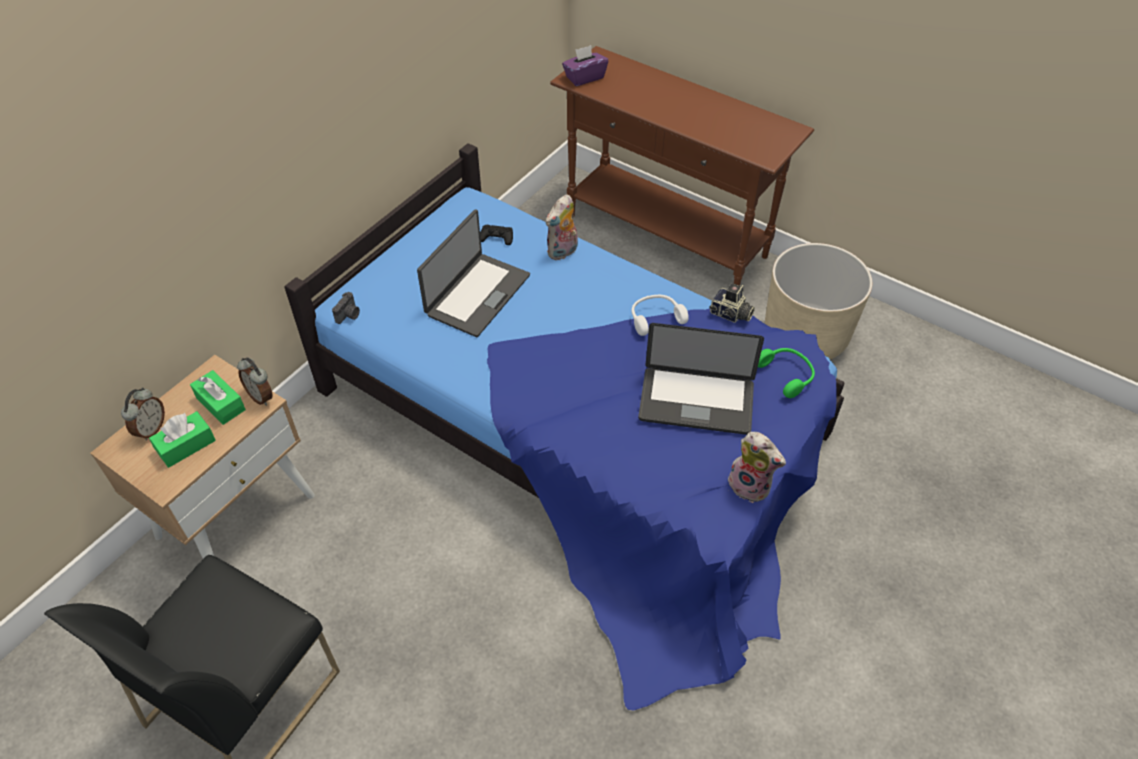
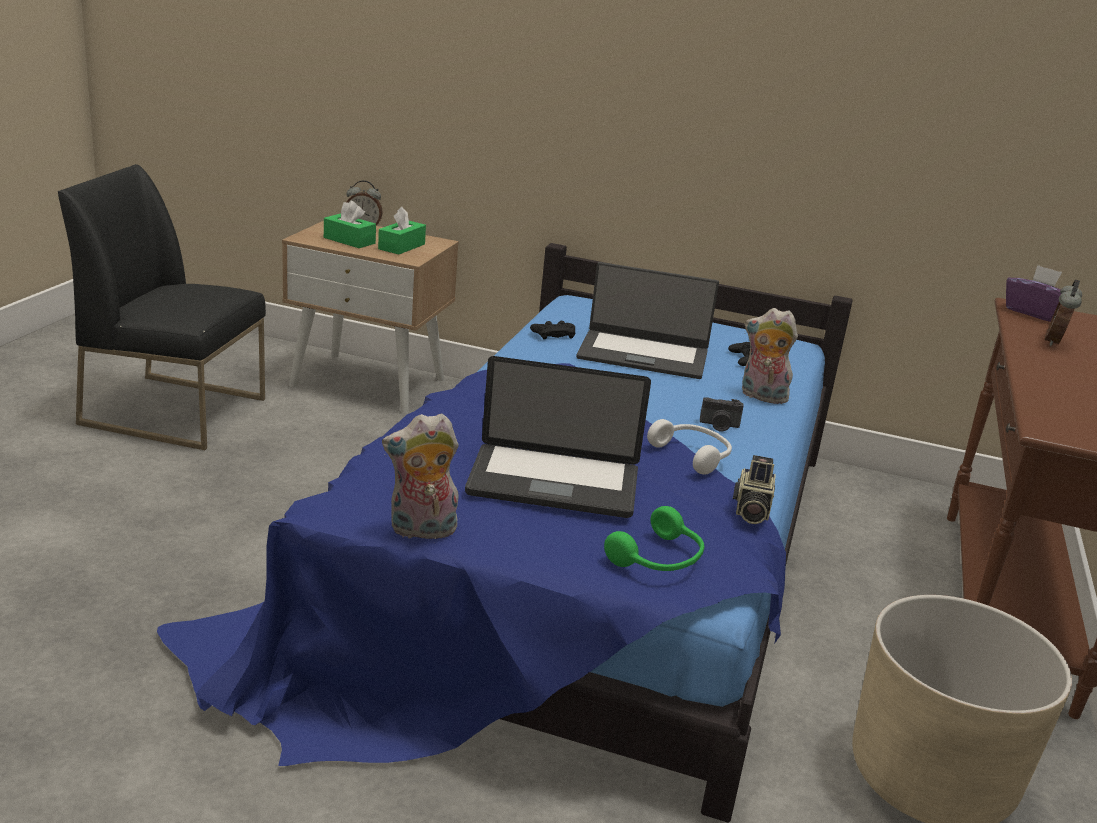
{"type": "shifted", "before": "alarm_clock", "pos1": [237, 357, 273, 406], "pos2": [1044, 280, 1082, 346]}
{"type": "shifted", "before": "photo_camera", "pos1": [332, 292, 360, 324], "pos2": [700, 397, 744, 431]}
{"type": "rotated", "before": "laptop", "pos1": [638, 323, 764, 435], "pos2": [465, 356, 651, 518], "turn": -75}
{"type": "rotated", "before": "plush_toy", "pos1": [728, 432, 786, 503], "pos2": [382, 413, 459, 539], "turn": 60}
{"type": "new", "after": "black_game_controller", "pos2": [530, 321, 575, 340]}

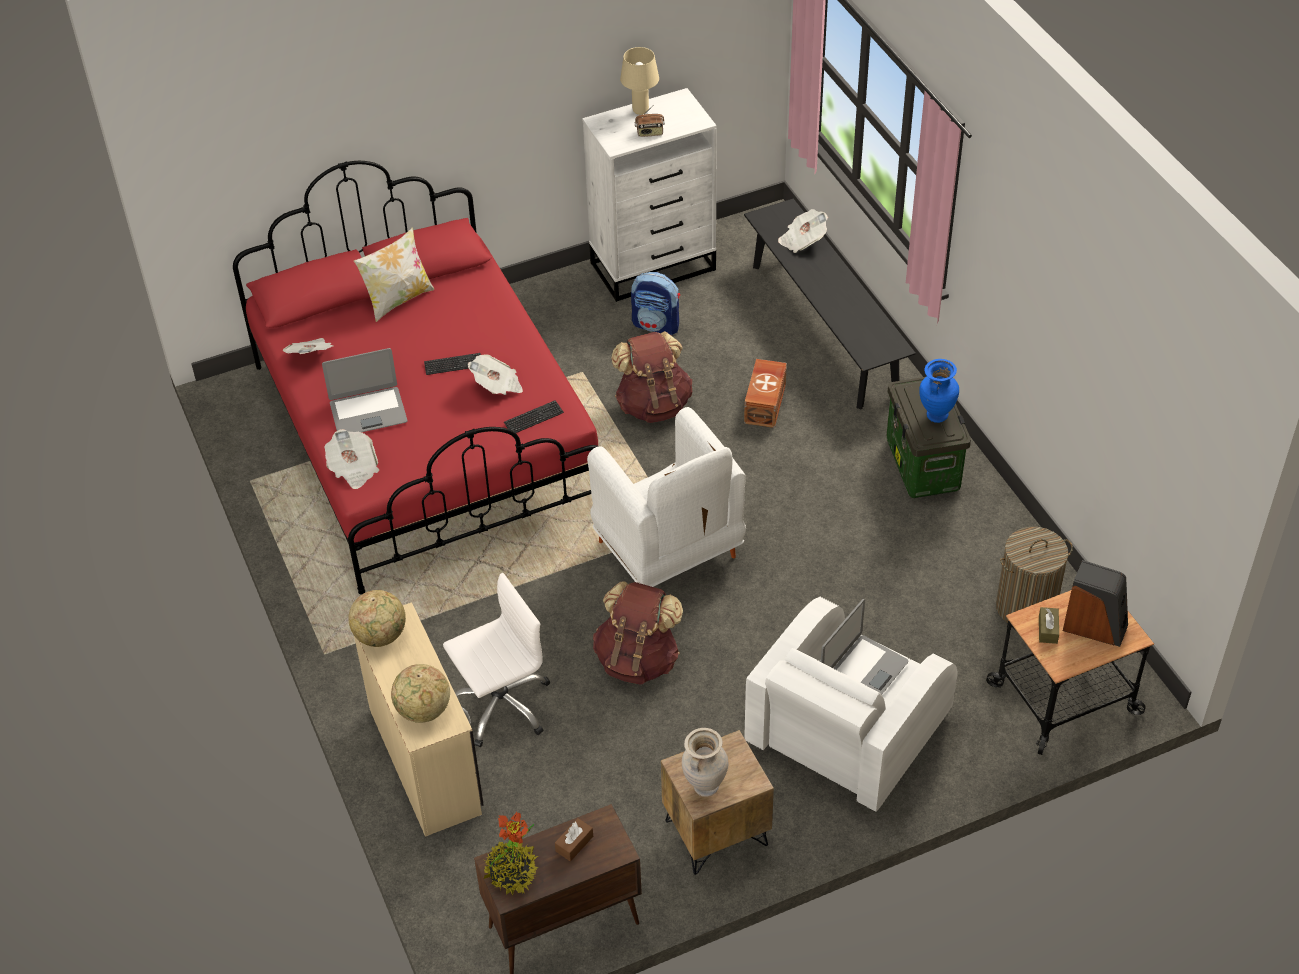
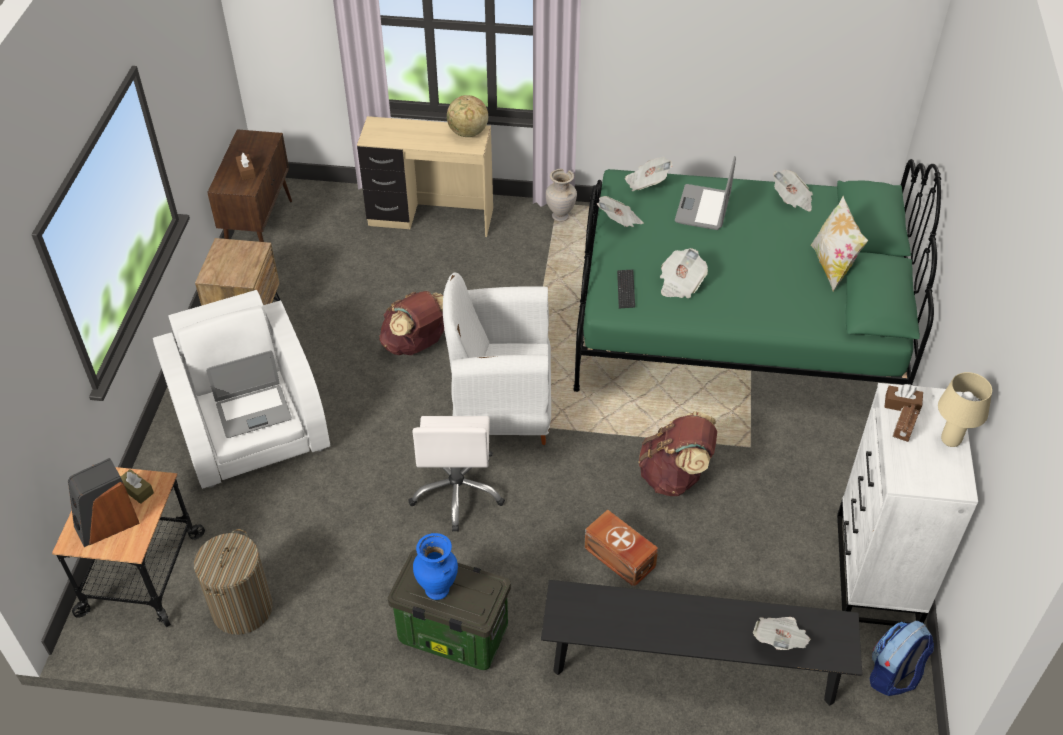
{"type": "repainted", "before": "red_bed", "after": "green_bed", "pos1": [233, 161, 599, 594], "pos2": [573, 159, 941, 392]}
{"type": "gone", "before": "globe", "pos1": [391, 664, 450, 723]}
{"type": "gone", "before": "keyboard", "pos1": [424, 353, 481, 375]}
{"type": "shifted", "before": "white_office_chair", "pos1": [443, 573, 550, 747], "pos2": [408, 416, 505, 532]}
{"type": "gone", "before": "potted_plant", "pos1": [484, 812, 538, 895]}
{"type": "shifted", "before": "backpack", "pos1": [631, 272, 680, 335], "pos2": [870, 621, 934, 696]}
{"type": "shifted", "before": "beige_vase", "pos1": [682, 728, 728, 797], "pos2": [546, 169, 577, 222]}
{"type": "rotated", "before": "laptop", "pos1": [821, 599, 908, 695], "pos2": [206, 351, 292, 438], "turn": -90}
{"type": "new", "after": "newspaper", "pos2": [597, 196, 644, 227]}
{"type": "new", "after": "brown_tissue_box", "pos2": [884, 384, 923, 413]}

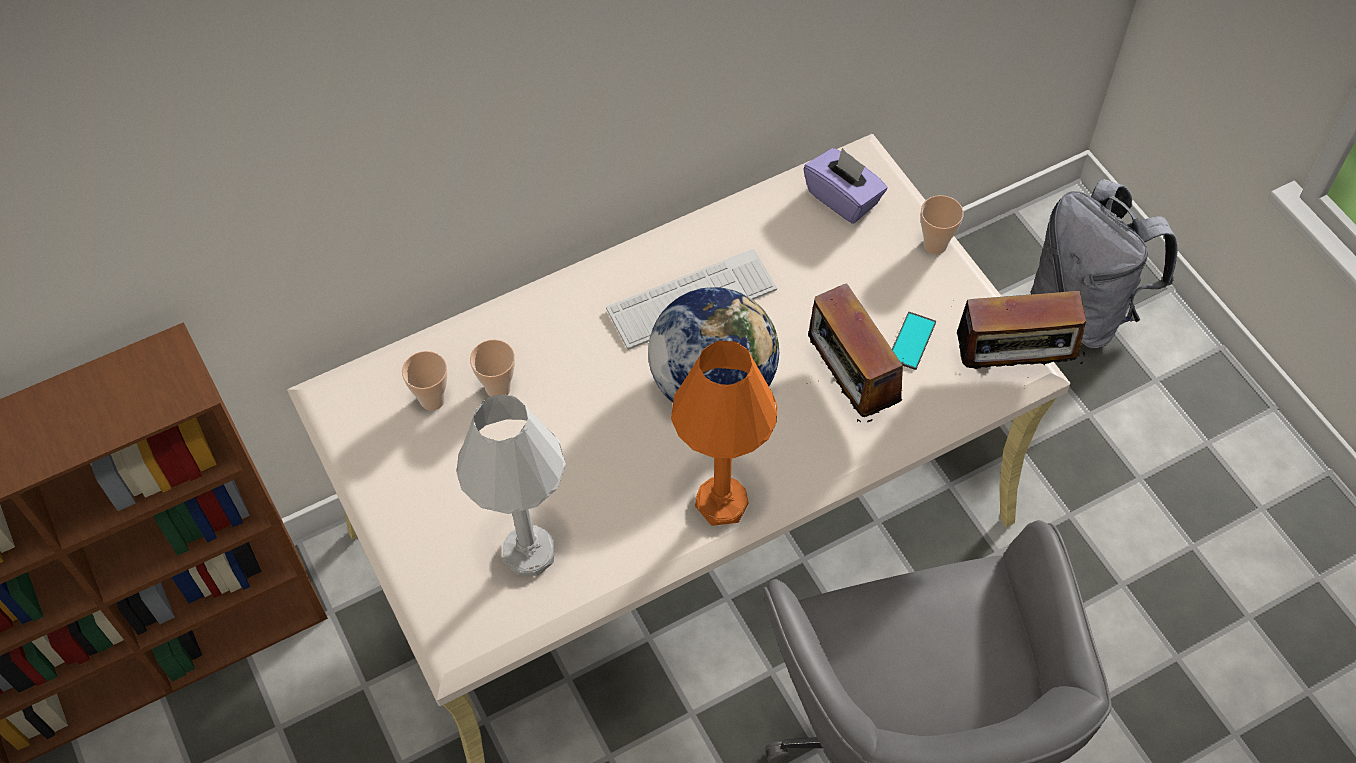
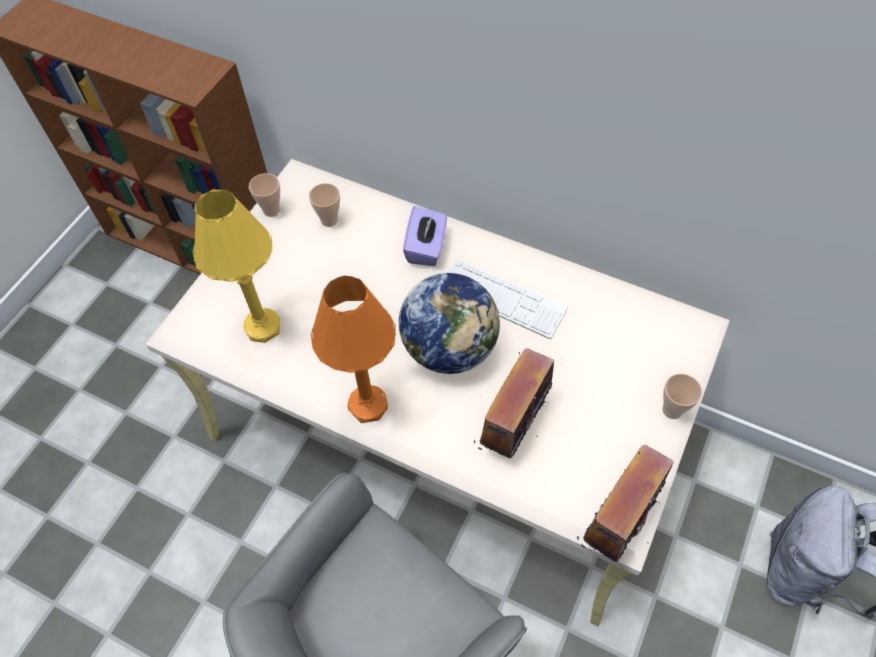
{"type": "repainted", "before": "white_table_lamp", "after": "yellow_table_lamp", "pos1": [457, 394, 566, 576], "pos2": [193, 189, 280, 343]}
{"type": "shifted", "before": "cup", "pos1": [470, 339, 515, 397], "pos2": [249, 173, 280, 217]}
{"type": "shifted", "before": "purple_tissue_box", "pos1": [803, 148, 888, 224], "pos2": [403, 206, 447, 266]}
{"type": "gone", "before": "phone", "pos1": [892, 312, 936, 370]}
{"type": "rotated", "before": "radio", "pos1": [953, 286, 1086, 389], "pos2": [576, 445, 675, 562], "turn": 75}

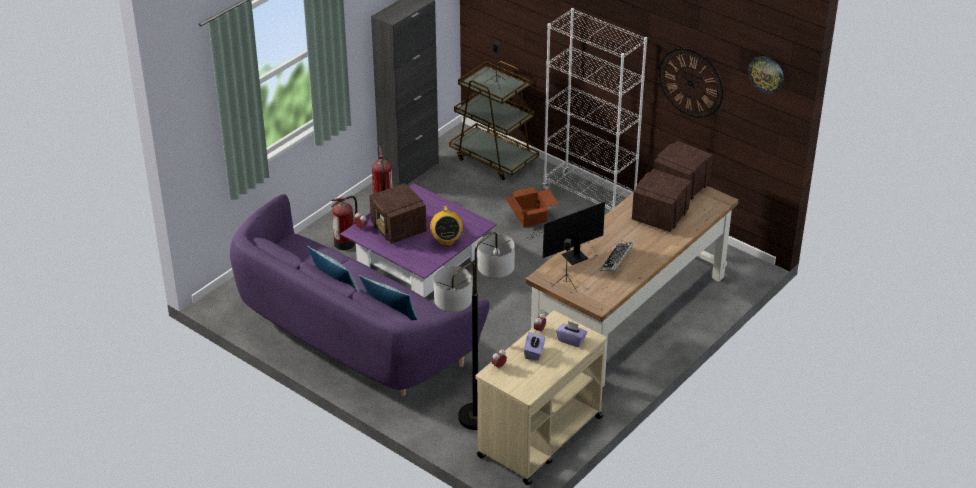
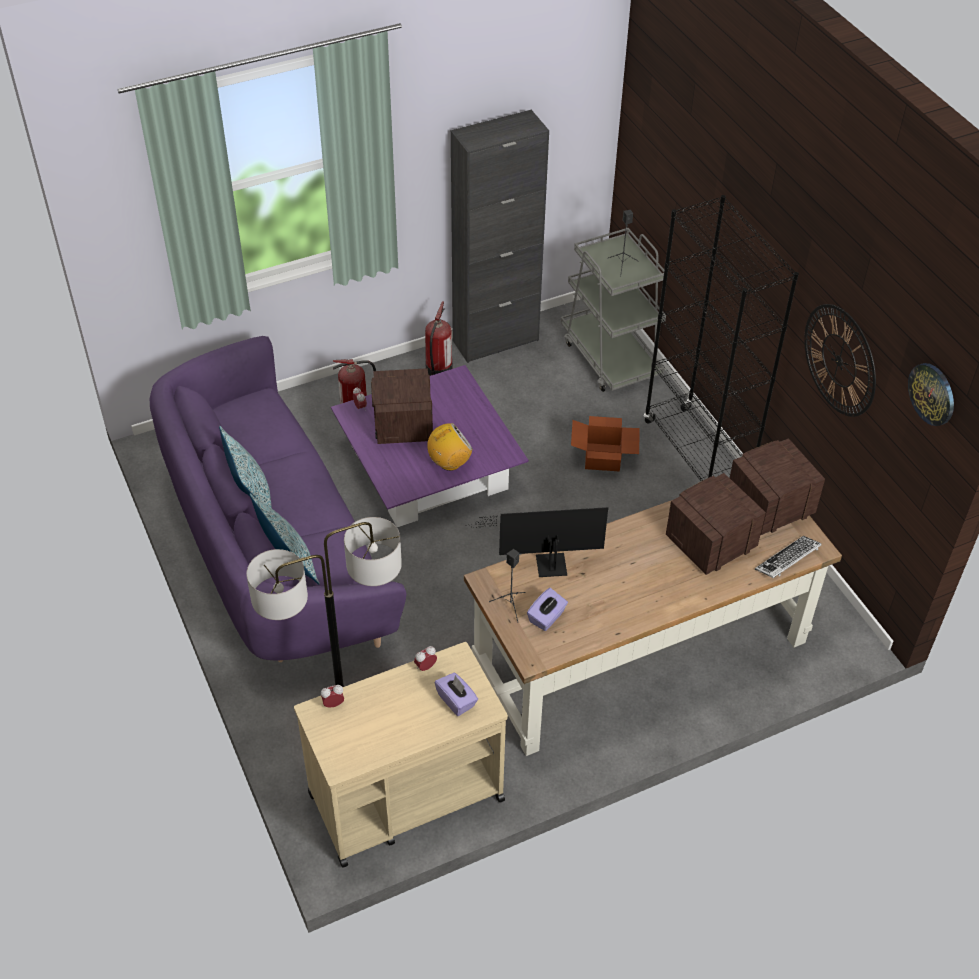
{"type": "rotated", "before": "radio", "pos1": [430, 206, 463, 246], "pos2": [427, 423, 473, 471], "turn": -135}
{"type": "repainted", "before": "brown_cart", "after": "grey_cart", "pos1": [449, 61, 539, 180], "pos2": [560, 228, 666, 392]}
{"type": "shifted", "before": "purple_tissue_box", "pos1": [524, 332, 545, 360], "pos2": [527, 588, 568, 631]}
{"type": "repainted", "before": "white_bookcase", "after": "black_bookcase", "pos1": [543, 8, 647, 210], "pos2": [644, 195, 799, 481]}
{"type": "shifted", "before": "keyboard", "pos1": [600, 242, 633, 271], "pos2": [755, 536, 822, 578]}

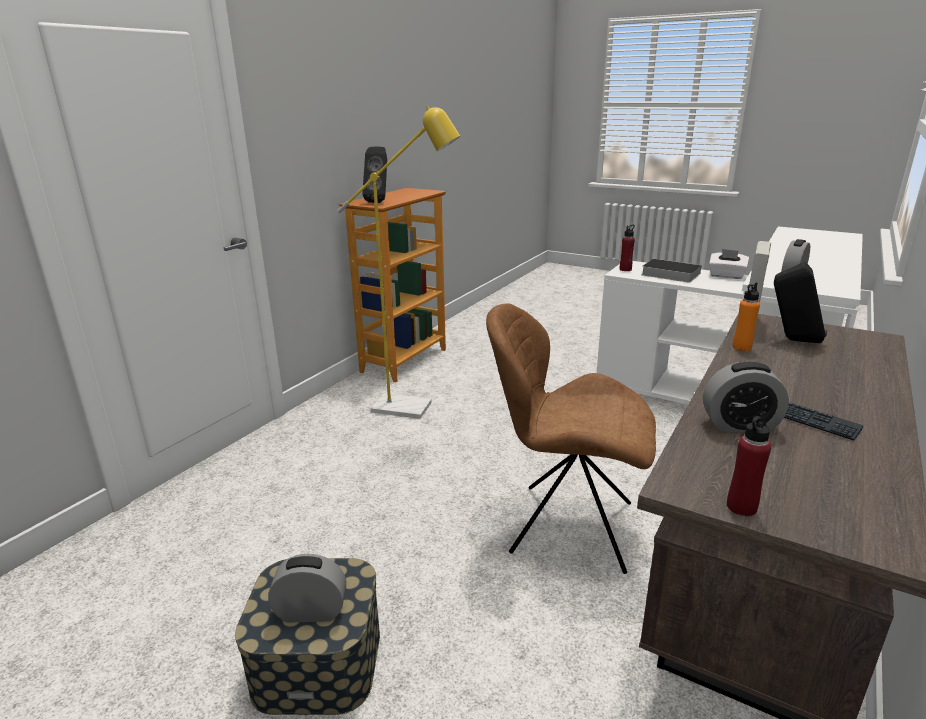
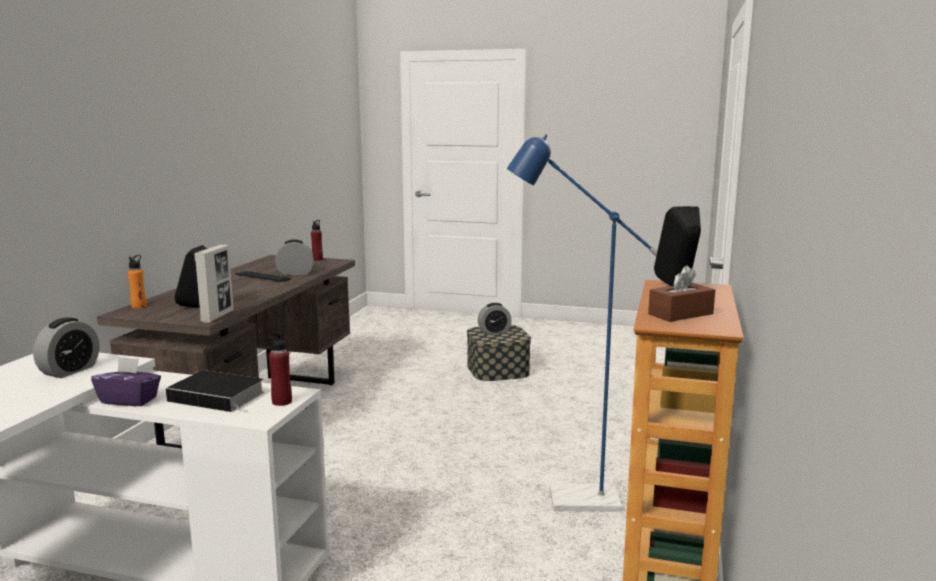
{"type": "repainted", "before": "yellow_floor_lamp", "after": "blue_floor_lamp", "pos1": [337, 105, 460, 419], "pos2": [507, 134, 657, 512]}
{"type": "gone", "before": "brown_chair", "pos1": [486, 303, 656, 574]}
{"type": "repainted", "before": "white_tissue_box", "after": "purple_tissue_box", "pos1": [709, 249, 749, 279], "pos2": [91, 357, 161, 406]}
{"type": "shifted", "before": "orange_bottle", "pos1": [733, 283, 760, 351], "pos2": [128, 255, 147, 309]}
{"type": "new", "after": "brown_tissue_box", "pos2": [648, 265, 715, 322]}

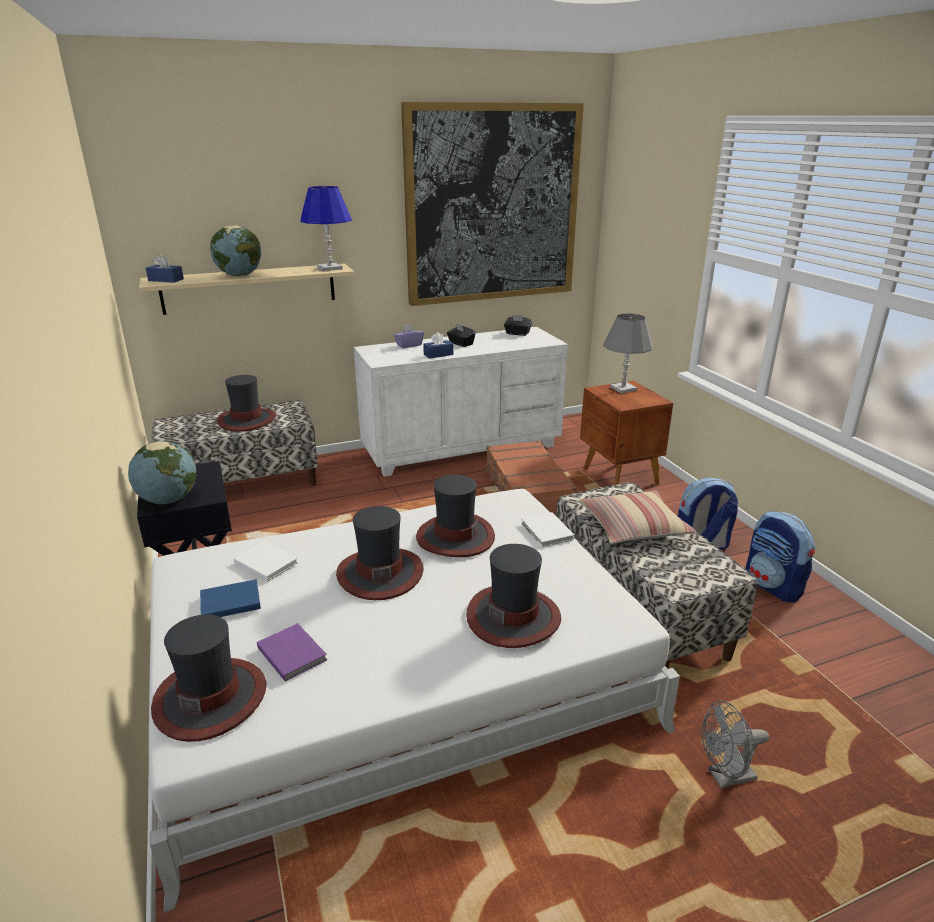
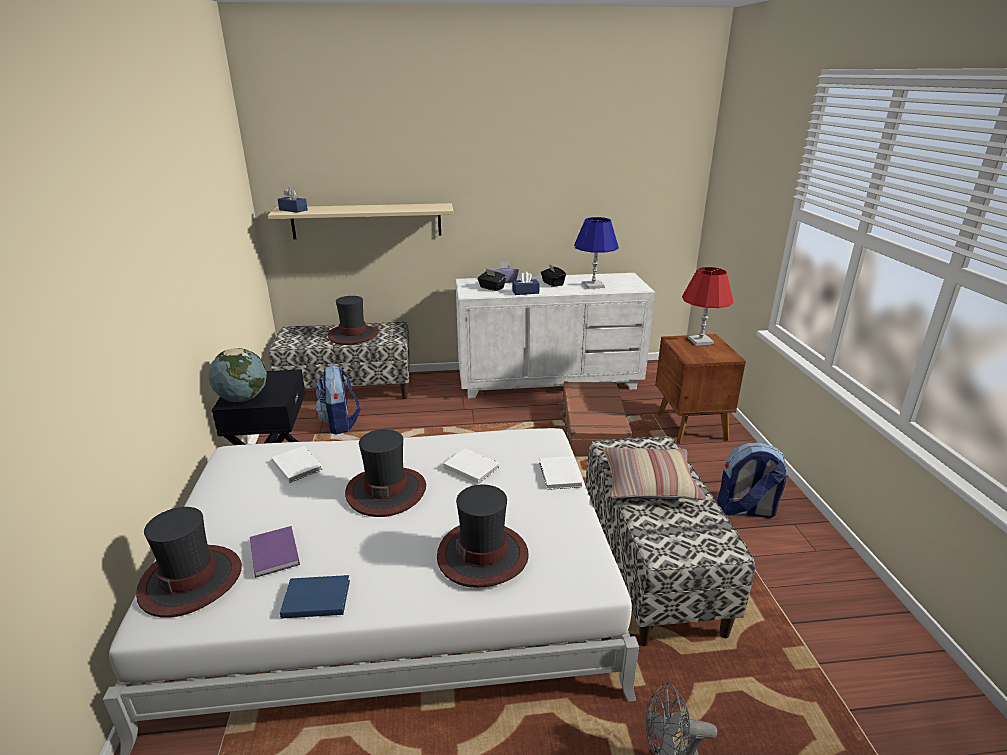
{"type": "shifted", "before": "blue_book", "pos1": [200, 579, 261, 617], "pos2": [280, 575, 350, 619]}
{"type": "gone", "before": "globe", "pos1": [210, 225, 261, 277]}
{"type": "shifted", "before": "blue_table_lamp", "pos1": [300, 186, 352, 271], "pos2": [574, 217, 619, 289]}
{"type": "gone", "before": "picture", "pos1": [401, 102, 584, 306]}
{"type": "swapped", "before": "hat", "after": "white_book", "pos1": [416, 475, 495, 557], "pos2": [443, 449, 500, 484]}
{"type": "shifted", "before": "black_tissue_box", "pos1": [504, 314, 532, 336], "pos2": [478, 269, 506, 291]}
{"type": "repainted", "before": "grey_table_lamp", "after": "red_table_lamp", "pos1": [603, 313, 653, 393], "pos2": [682, 267, 733, 346]}
{"type": "shifted", "before": "backpack", "pos1": [745, 511, 815, 603], "pos2": [315, 365, 361, 435]}

